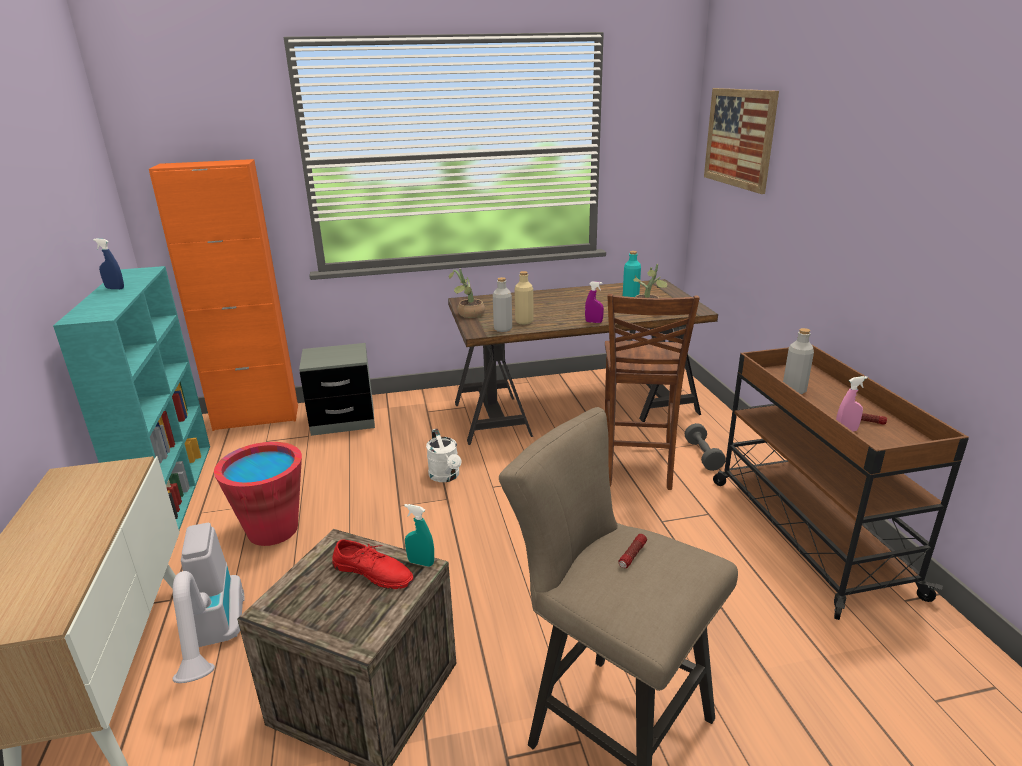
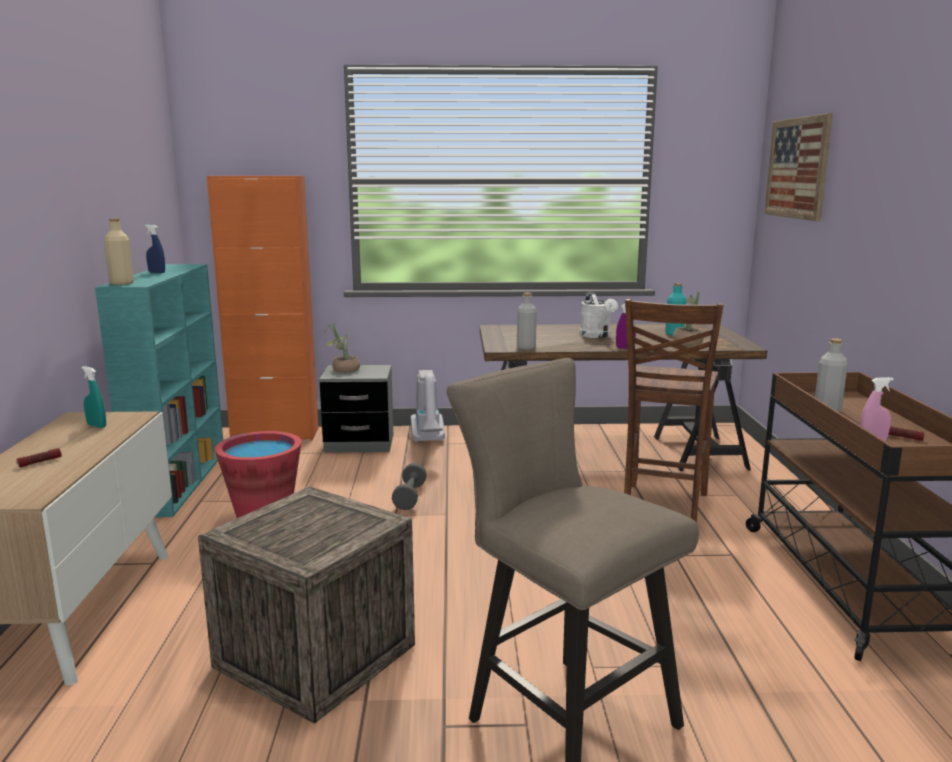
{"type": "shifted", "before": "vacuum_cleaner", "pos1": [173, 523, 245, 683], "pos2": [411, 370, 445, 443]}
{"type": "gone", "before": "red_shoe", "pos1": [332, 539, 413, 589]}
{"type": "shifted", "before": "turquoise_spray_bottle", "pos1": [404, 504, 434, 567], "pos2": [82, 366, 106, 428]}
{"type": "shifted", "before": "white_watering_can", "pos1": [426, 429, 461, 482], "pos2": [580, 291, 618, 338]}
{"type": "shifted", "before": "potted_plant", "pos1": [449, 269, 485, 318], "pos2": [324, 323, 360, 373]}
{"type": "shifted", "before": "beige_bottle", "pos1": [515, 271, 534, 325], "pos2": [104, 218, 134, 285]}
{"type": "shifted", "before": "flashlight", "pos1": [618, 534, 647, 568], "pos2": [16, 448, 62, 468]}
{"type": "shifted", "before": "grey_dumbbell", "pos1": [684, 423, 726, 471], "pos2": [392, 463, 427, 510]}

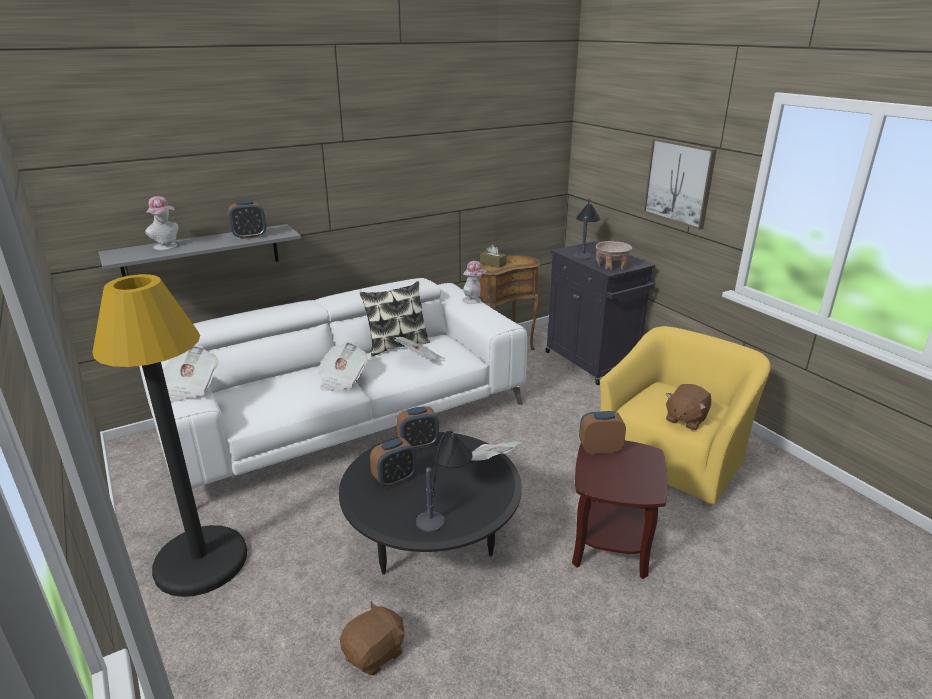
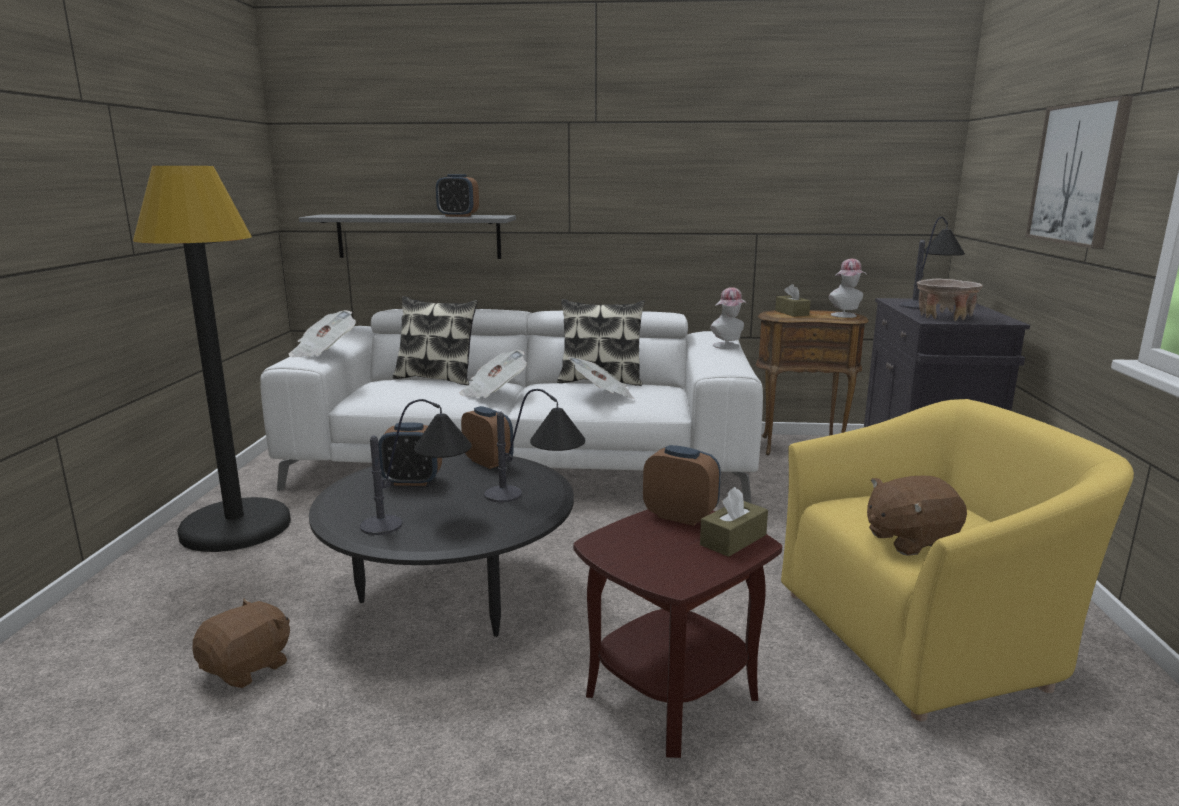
{"type": "shifted", "before": "hat", "pos1": [145, 196, 178, 250], "pos2": [829, 259, 867, 318]}
{"type": "rotated", "before": "brown_plush_toy", "pos1": [340, 601, 404, 675], "pos2": [193, 599, 290, 688], "turn": -45}
{"type": "rotated", "before": "alarm_clock", "pos1": [397, 406, 439, 449], "pos2": [461, 406, 514, 469], "turn": -150}
{"type": "swapped", "before": "newspaper", "after": "table_lamp", "pos1": [472, 441, 522, 461], "pos2": [484, 389, 585, 502]}
{"type": "new", "after": "pillow", "pos2": [392, 296, 478, 385]}
{"type": "new", "after": "brown_tissue_box", "pos2": [700, 487, 768, 557]}

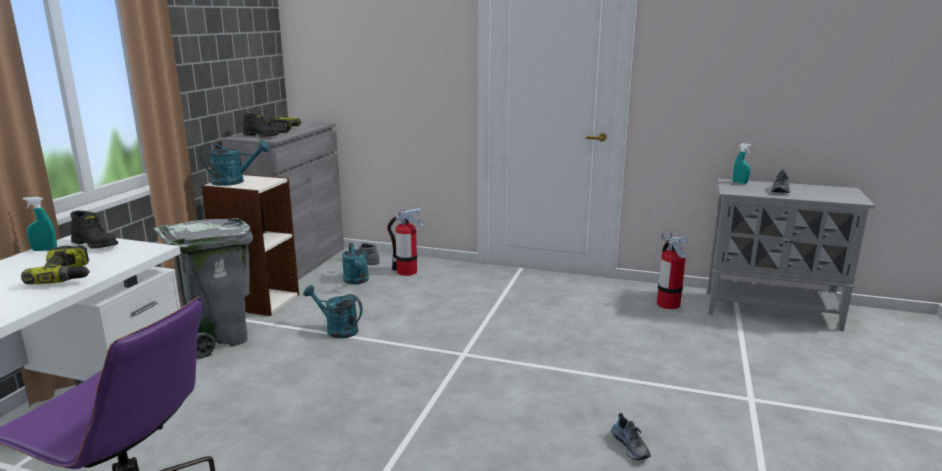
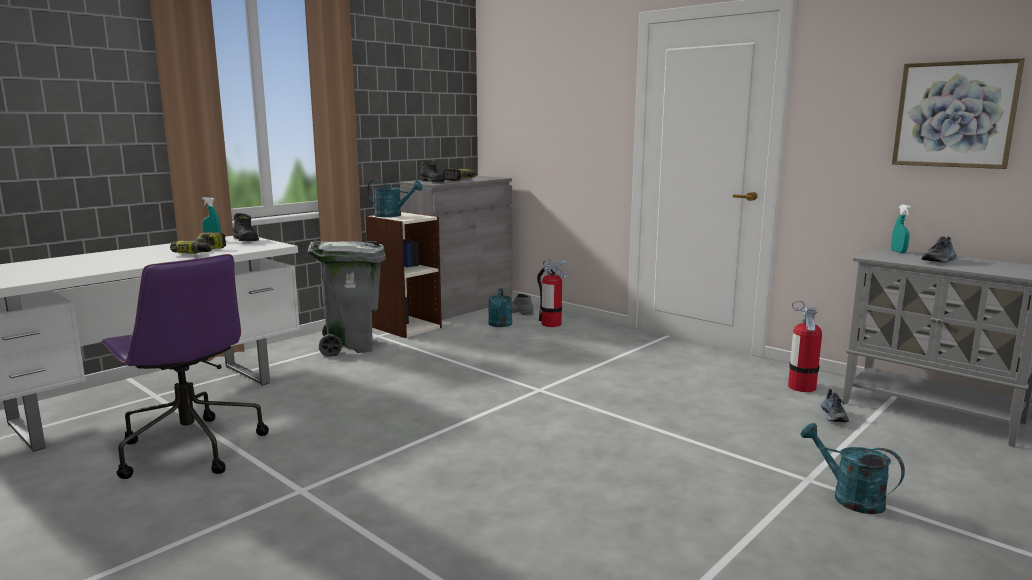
{"type": "shifted", "before": "turquoise_watering_can", "pos1": [303, 285, 363, 338], "pos2": [800, 423, 905, 514]}
{"type": "shifted", "before": "shoe", "pos1": [611, 413, 651, 460], "pos2": [821, 389, 849, 422]}
{"type": "new", "after": "picture", "pos2": [892, 58, 1025, 169]}

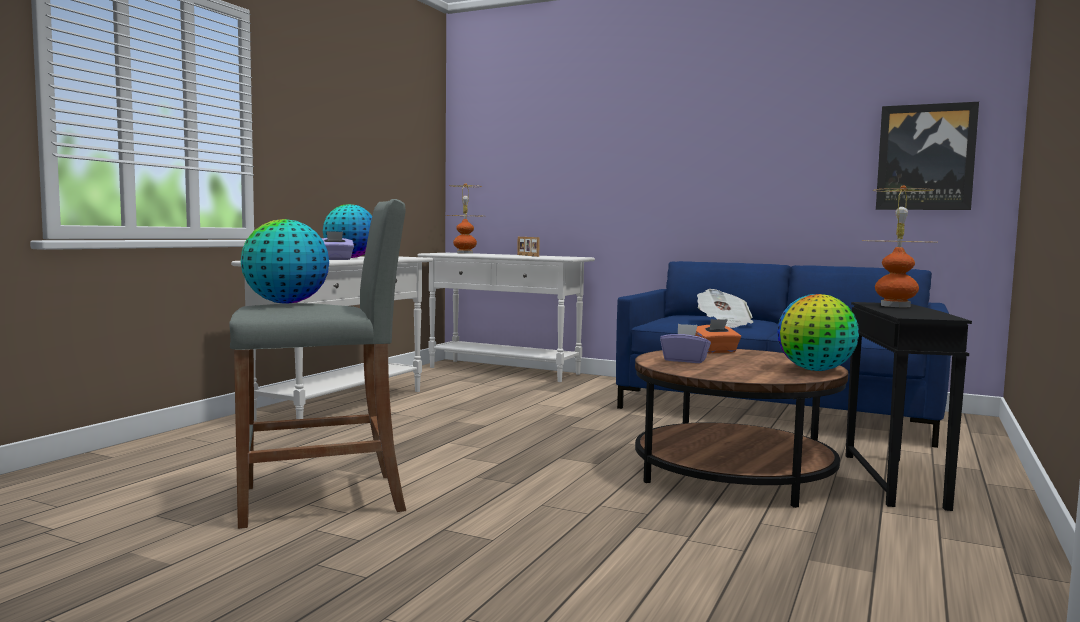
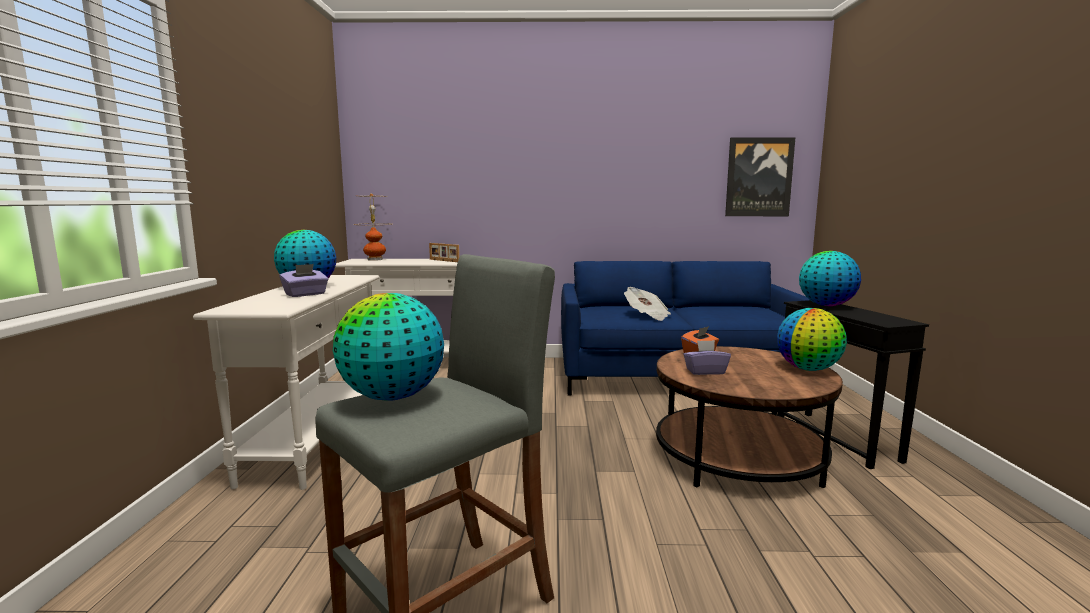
{"type": "swapped", "before": "table_lamp", "after": "globe", "pos1": [862, 186, 938, 307], "pos2": [799, 251, 861, 306]}

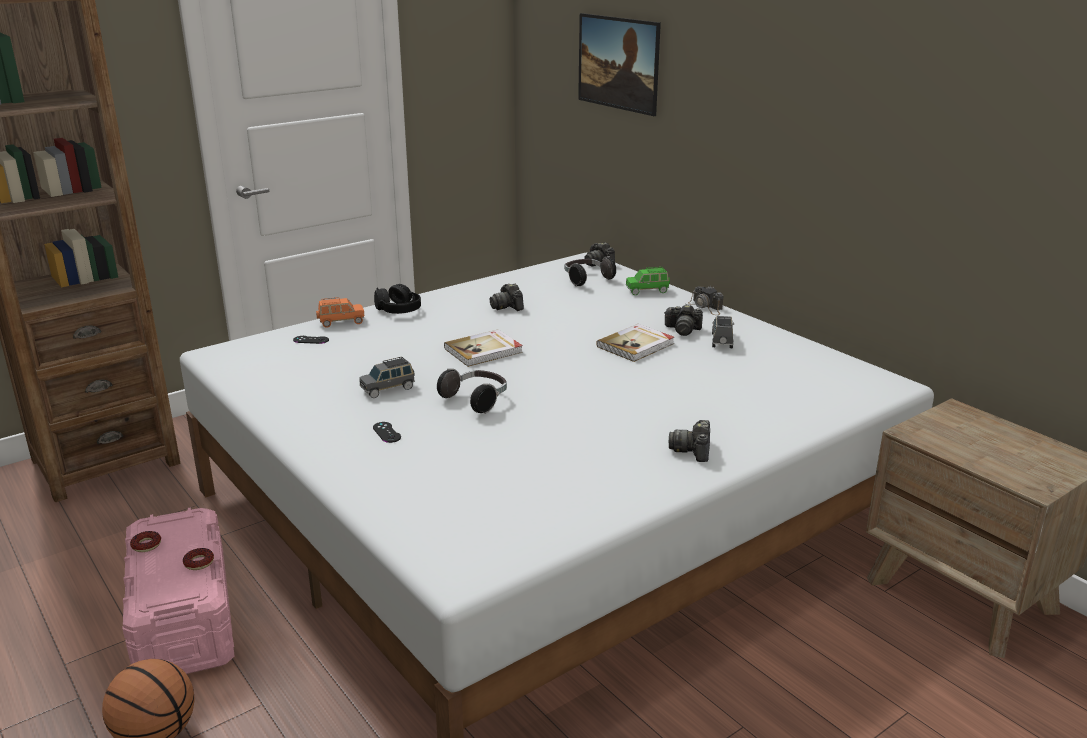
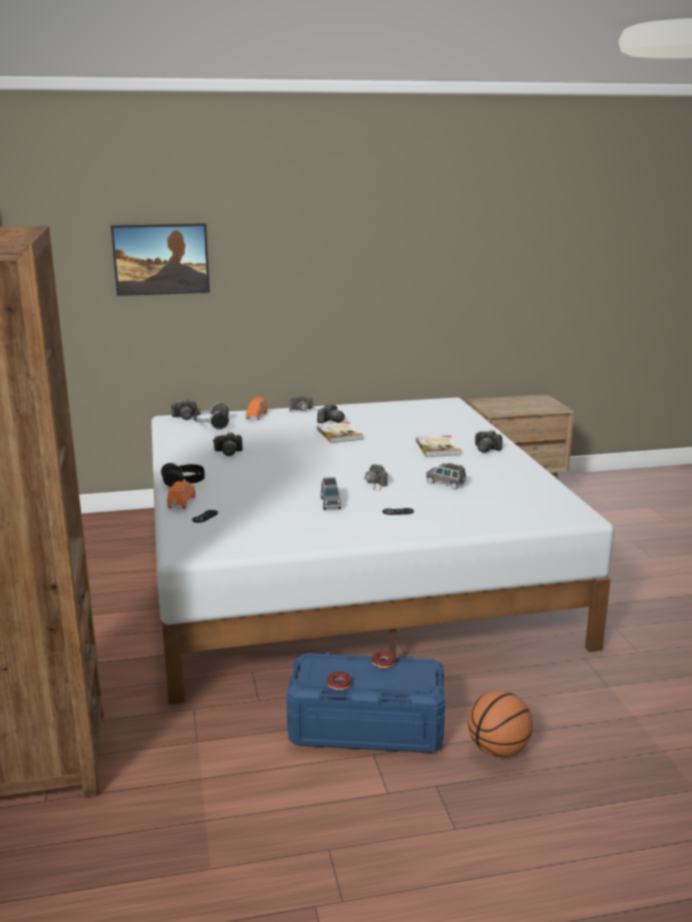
{"type": "repainted", "before": "pink_storage_box", "after": "blue_storage_box", "pos1": [122, 507, 234, 674], "pos2": [286, 652, 445, 753]}
{"type": "swapped", "before": "headphones", "after": "photo_camera", "pos1": [437, 368, 507, 414], "pos2": [364, 464, 388, 490]}
{"type": "shifted", "before": "book", "pos1": [444, 329, 523, 367], "pos2": [416, 436, 461, 457]}
{"type": "repainted", "before": "green_toy_car", "after": "orange_toy_car", "pos1": [626, 267, 670, 295], "pos2": [245, 397, 267, 420]}
{"type": "shifted", "before": "grey_toy_car", "pos1": [712, 316, 734, 348], "pos2": [426, 463, 466, 489]}

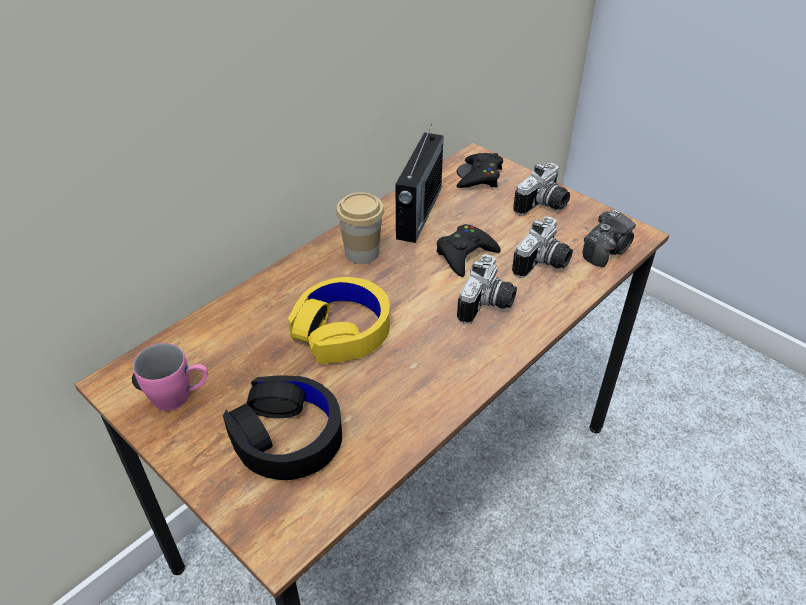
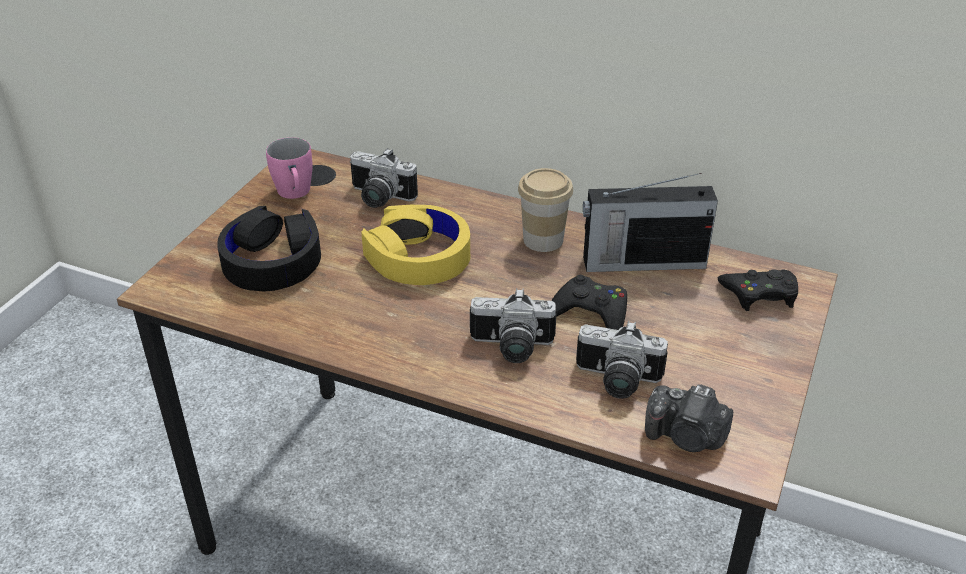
{"type": "shifted", "before": "photo_camera", "pos1": [513, 163, 570, 215], "pos2": [350, 148, 418, 208]}

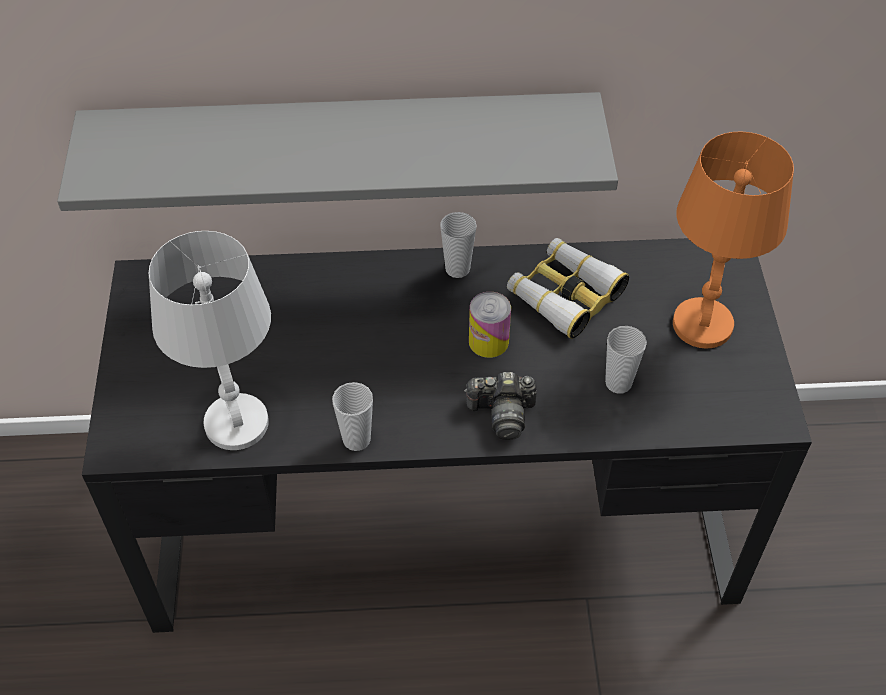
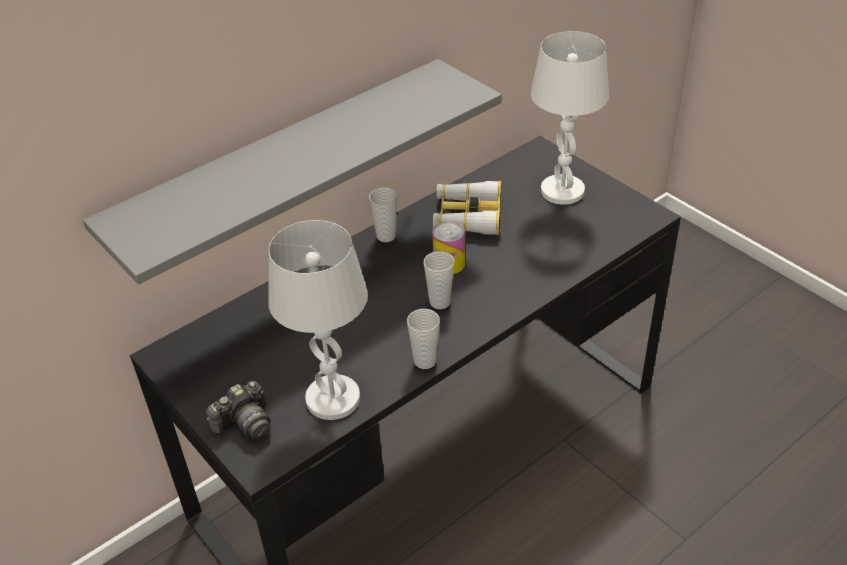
{"type": "shifted", "before": "photo_camera", "pos1": [464, 372, 537, 440], "pos2": [206, 381, 271, 440]}
{"type": "shifted", "before": "cup", "pos1": [605, 326, 647, 394], "pos2": [423, 251, 454, 309]}
{"type": "repainted", "before": "orange_table_lamp", "after": "white_table_lamp", "pos1": [673, 132, 794, 348], "pos2": [531, 31, 609, 205]}

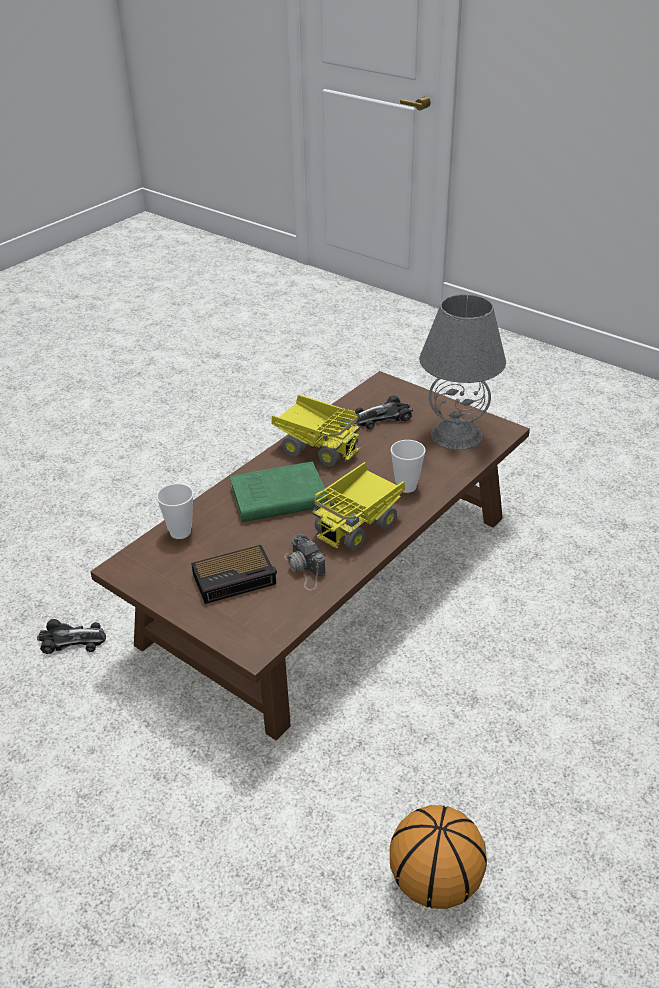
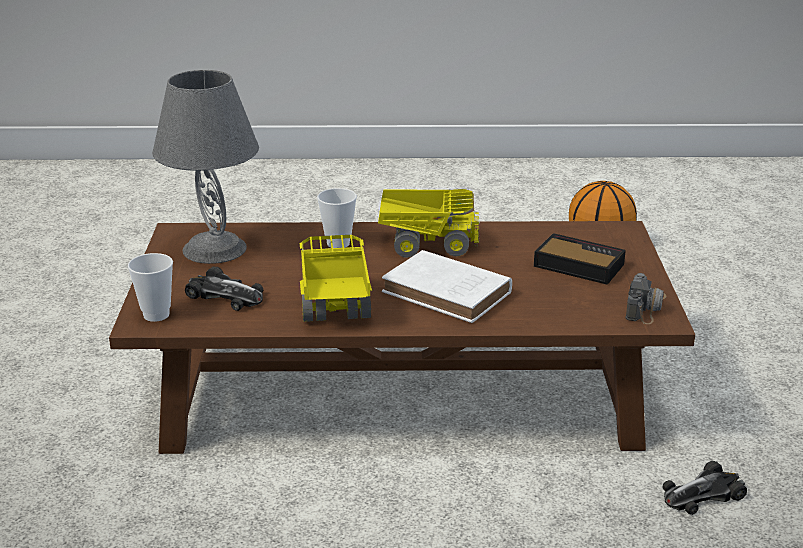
{"type": "rotated", "before": "toy_car", "pos1": [37, 619, 106, 654], "pos2": [662, 461, 747, 515], "turn": -75}
{"type": "shifted", "before": "cup", "pos1": [156, 483, 194, 539], "pos2": [128, 253, 173, 322]}
{"type": "repainted", "before": "green_book", "after": "white_book", "pos1": [230, 461, 328, 522], "pos2": [382, 250, 512, 323]}
{"type": "shifted", "before": "photo_camera", "pos1": [284, 534, 326, 590], "pos2": [625, 273, 667, 324]}

